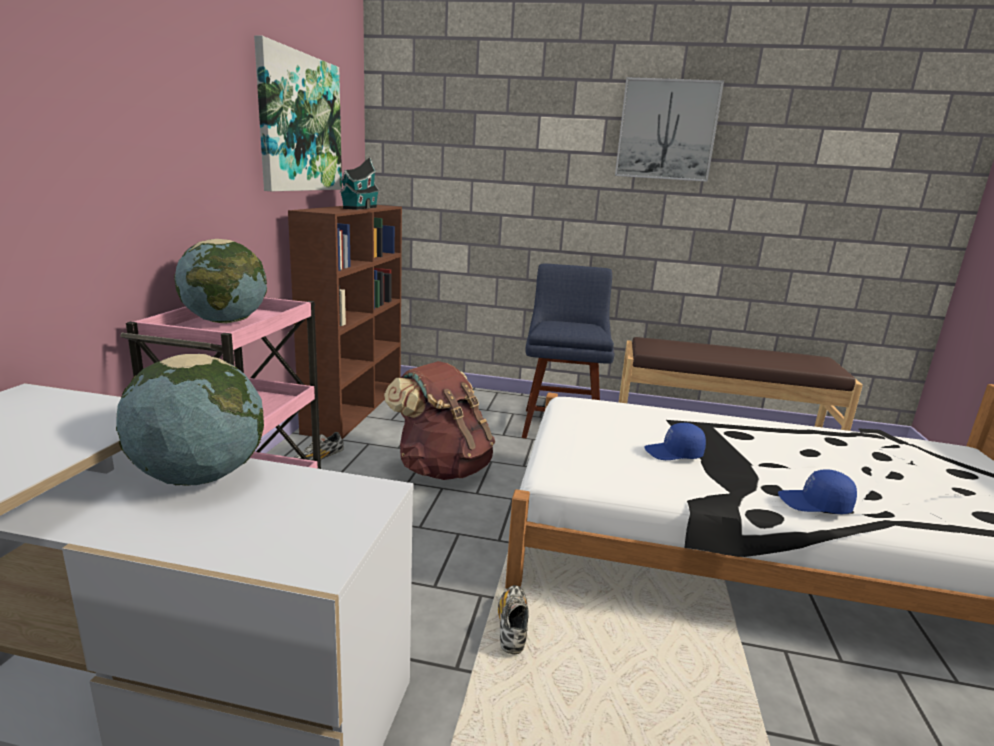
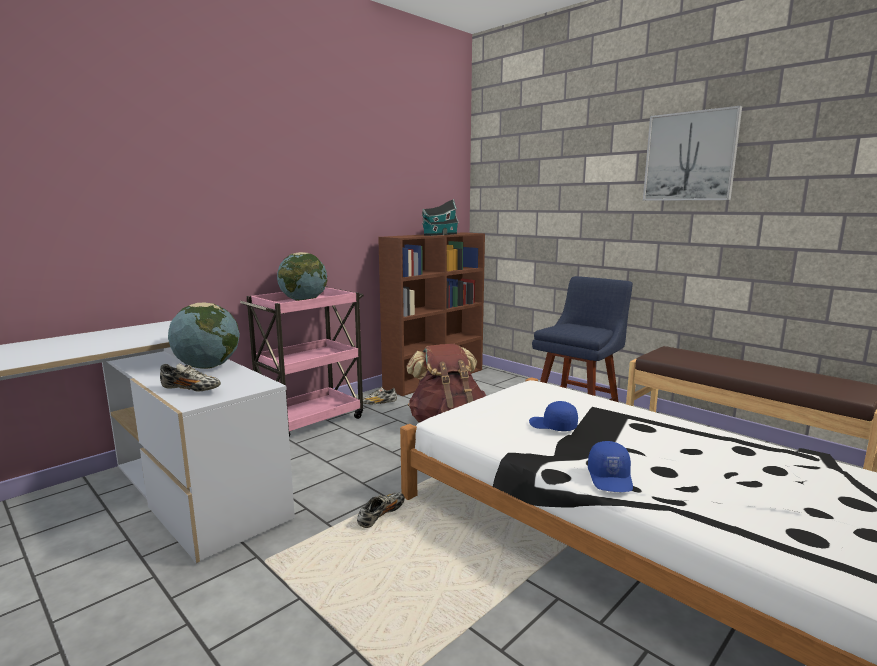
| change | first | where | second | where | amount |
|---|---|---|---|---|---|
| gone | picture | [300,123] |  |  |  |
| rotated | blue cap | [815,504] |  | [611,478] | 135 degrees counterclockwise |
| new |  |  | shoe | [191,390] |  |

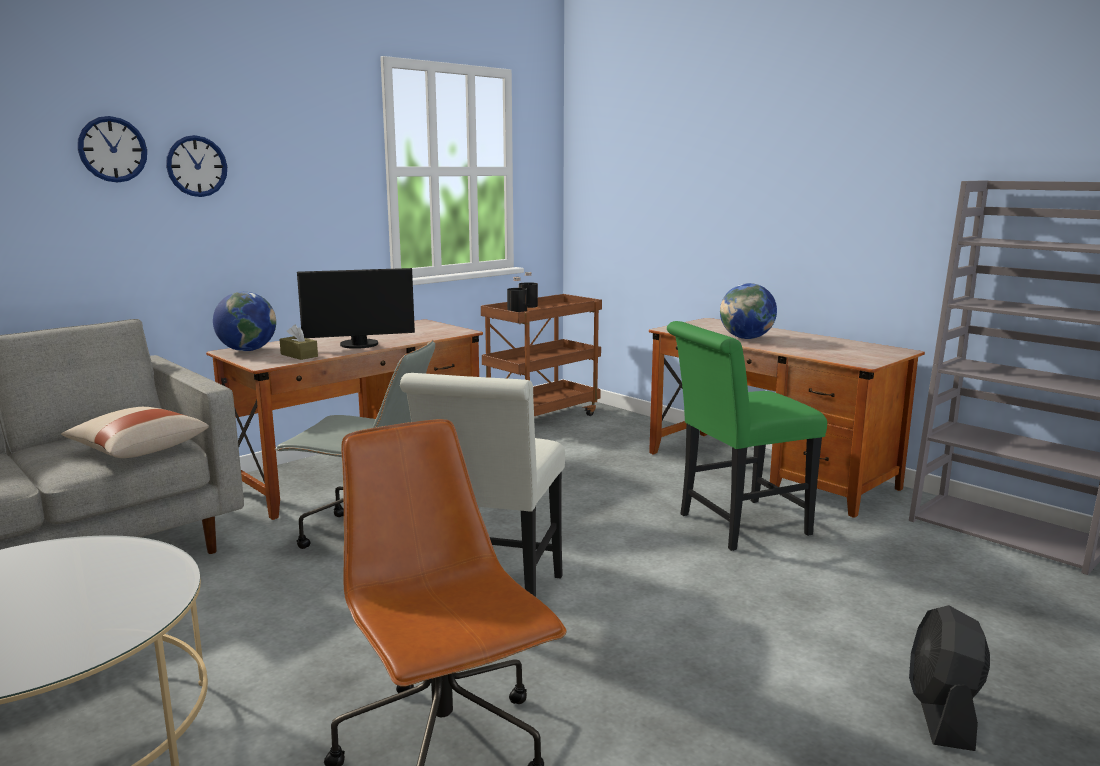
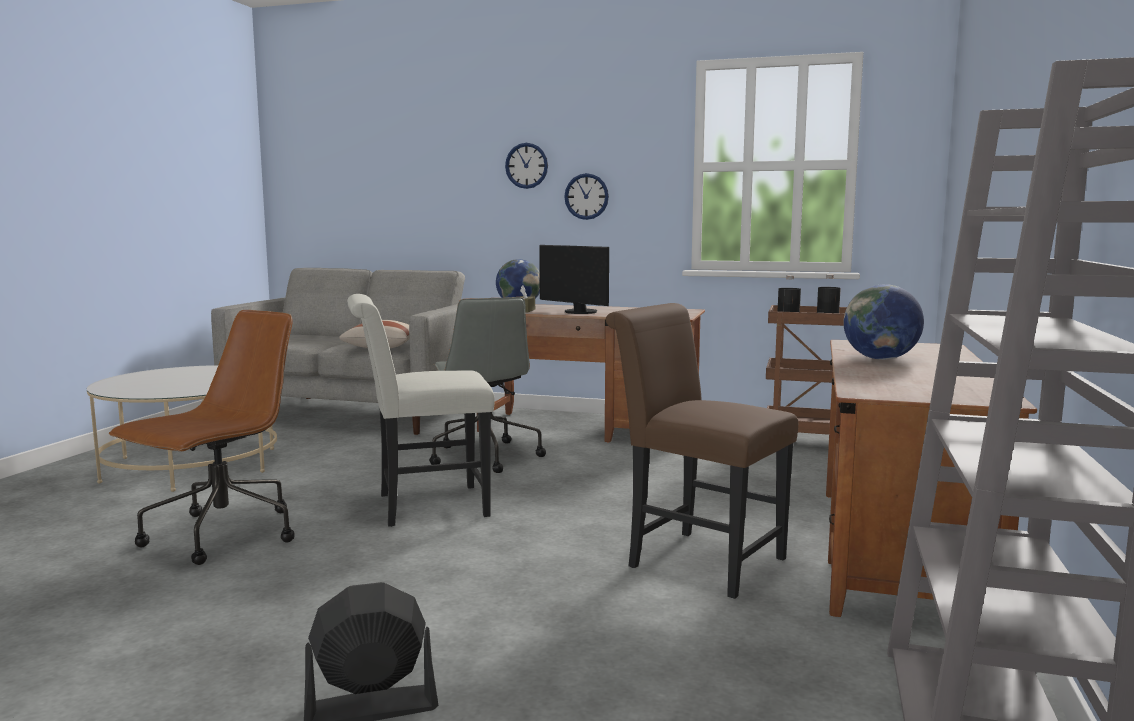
| change | first | where | second | where | amount |
|---|---|---|---|---|---|
| shifted | wall clock | [112,149] |  | [586,196] |  |
| repainted | green chair | [735,526] | brown chair | [696,560] |  |

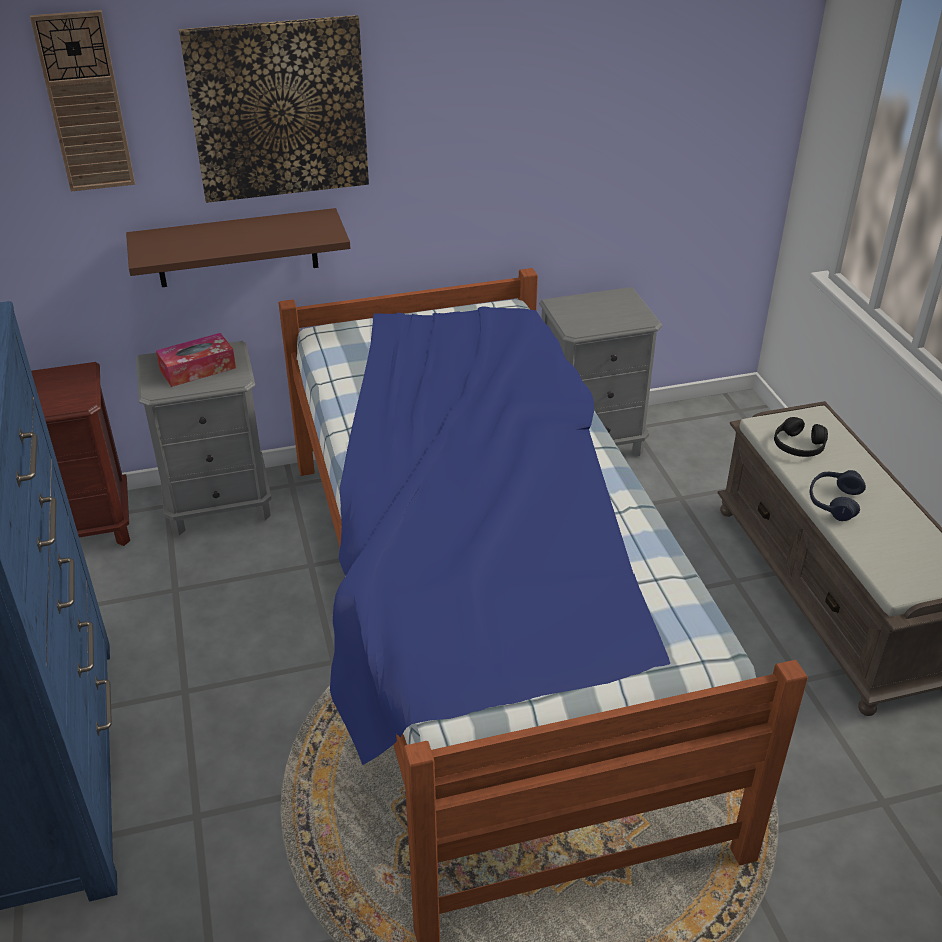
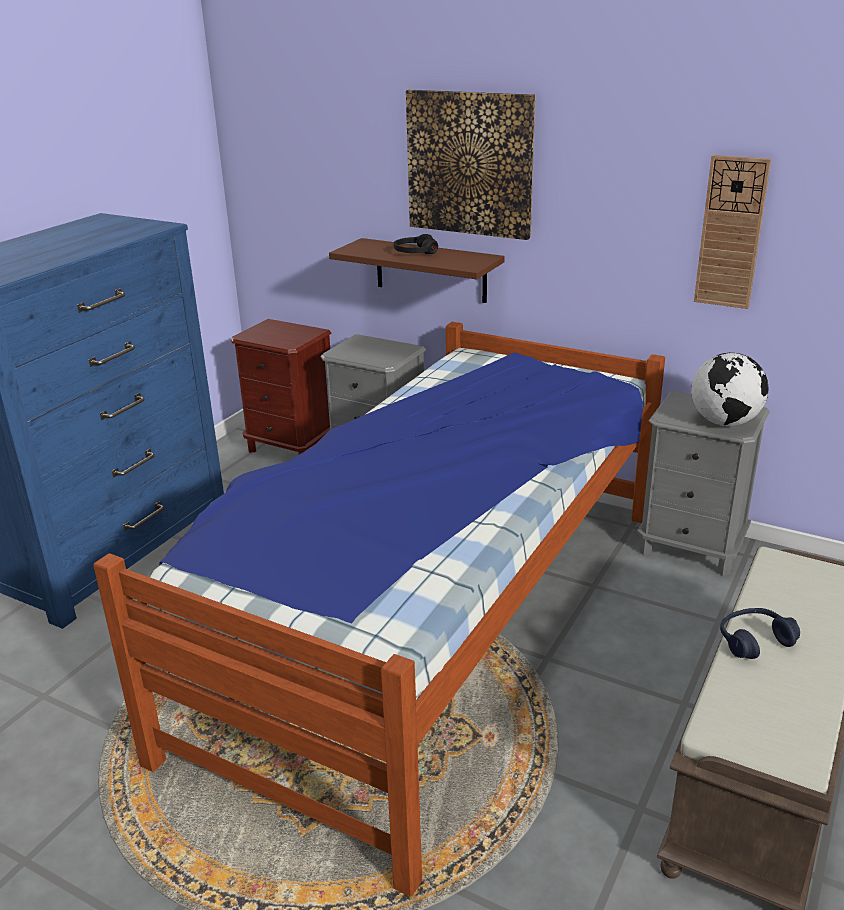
| change | first | where | second | where | amount |
|---|---|---|---|---|---|
| shifted | wall clock | [85,103] |  | [731,233] |  |
| gone | tissue box | [197,369] |  |  |  |
| shifted | black headphones | [798,446] |  | [415,252] |  |
| new |  |  | globe | [724,422] |  |

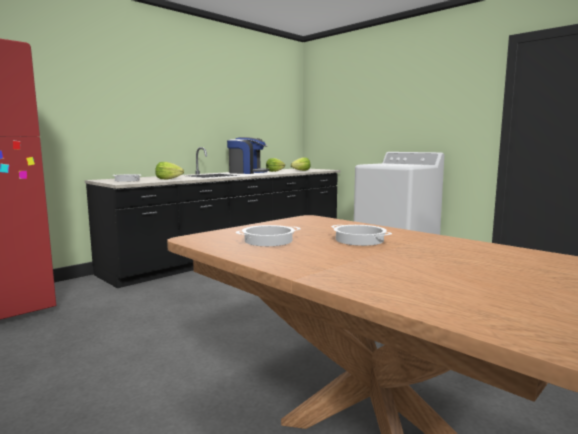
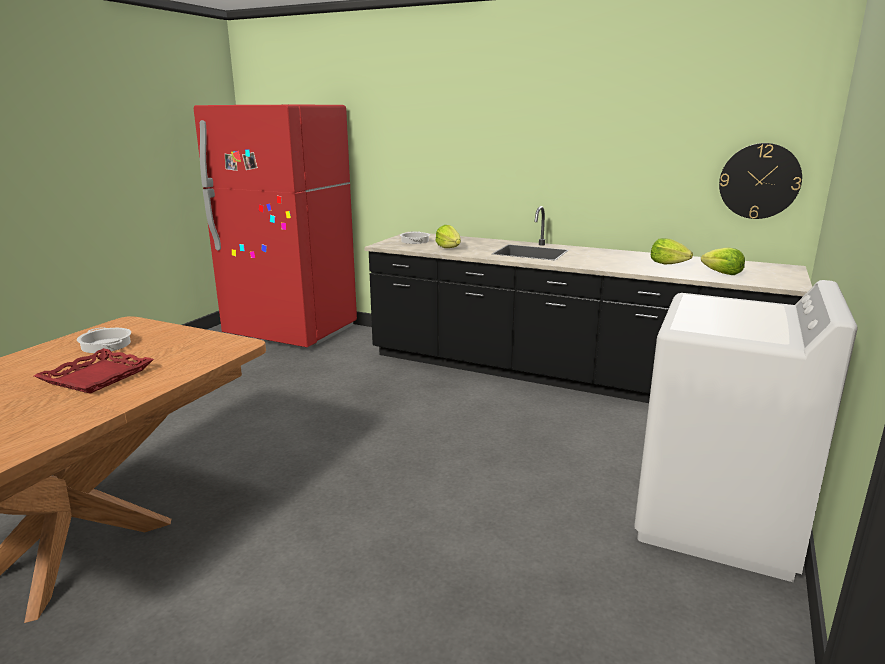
| change | first | where | second | where | amount |
|---|---|---|---|---|---|
| gone | coffee machine | [247,172] |  |  |  |
| swapped | cooking pot | [358,240] | red tray | [97,376] |  |
| new |  |  | wall clock | [759,181] |  |

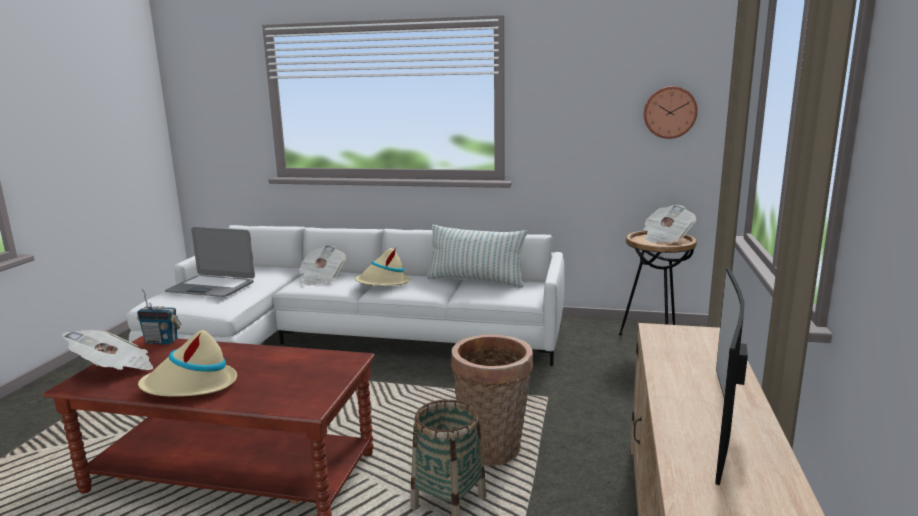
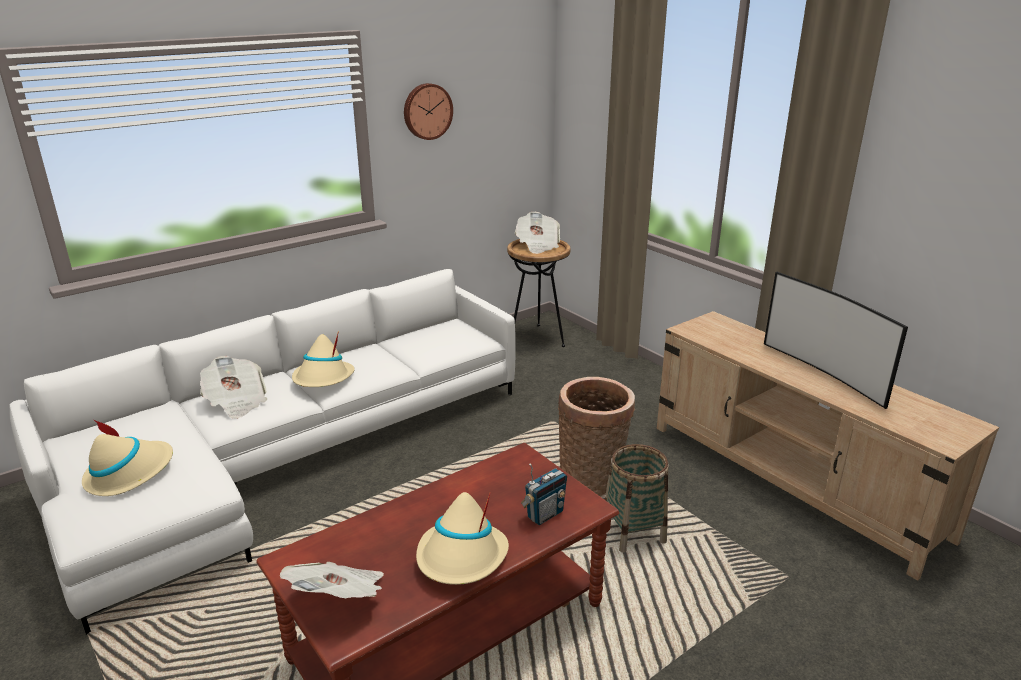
| change | first | where | second | where | amount |
|---|---|---|---|---|---|
| shifted | wall clock | [669,112] |  | [427,111] |  |
| gone | pillow | [475,281] |  |  |  |
| swapped | laptop | [211,287] | beige hat | [129,473] |  |
| shifted | radio | [162,341] |  | [544,514] |  |

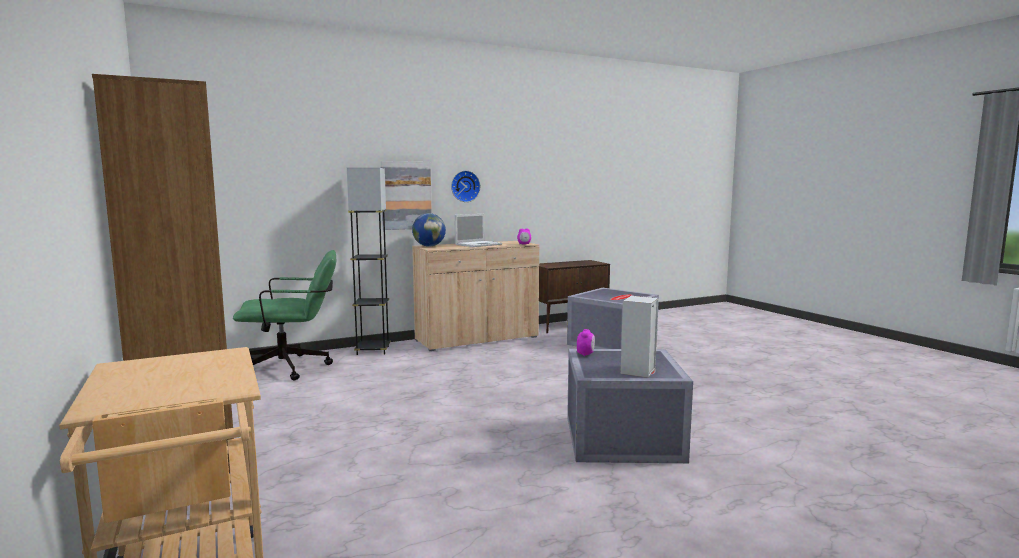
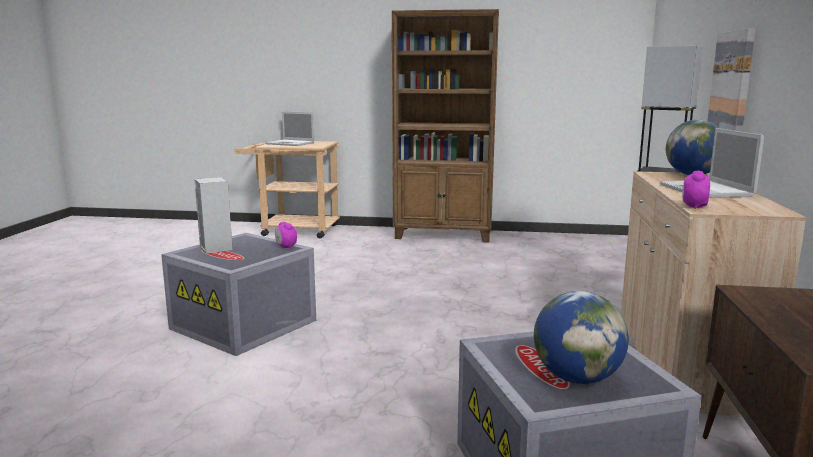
| change | first | where | second | where | amount |
|---|---|---|---|---|---|
| gone | wall clock | [464,186] |  |  |  |
| gone | green office chair | [293,368] |  |  |  |
| new |  |  | laptop | [291,143] |  |
| new |  |  | globe | [576,378] |  |

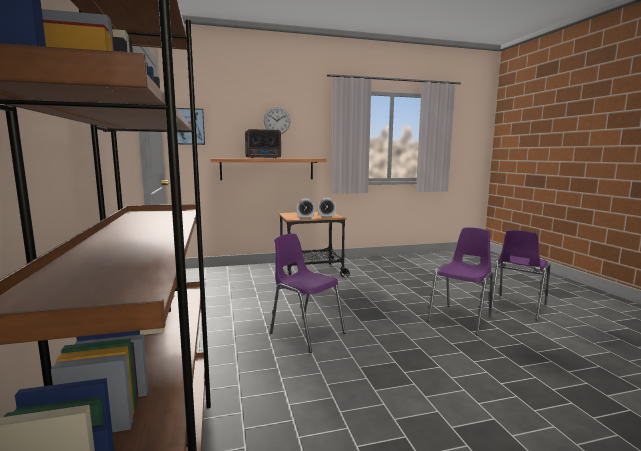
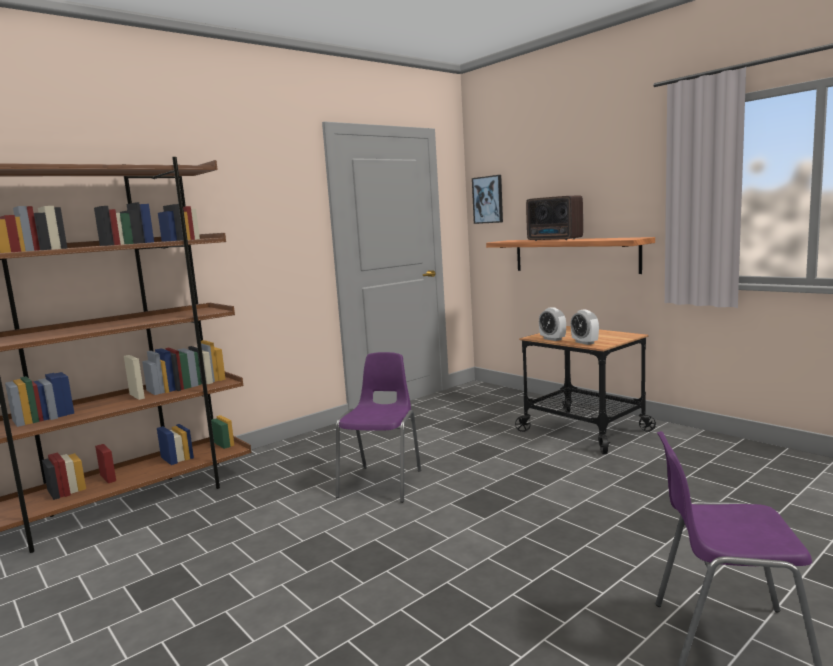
| change | first | where | second | where | amount |
|---|---|---|---|---|---|
| gone | wall clock | [277,120] |  |  |  |
| gone | purple chair | [461,319] |  |  |  |

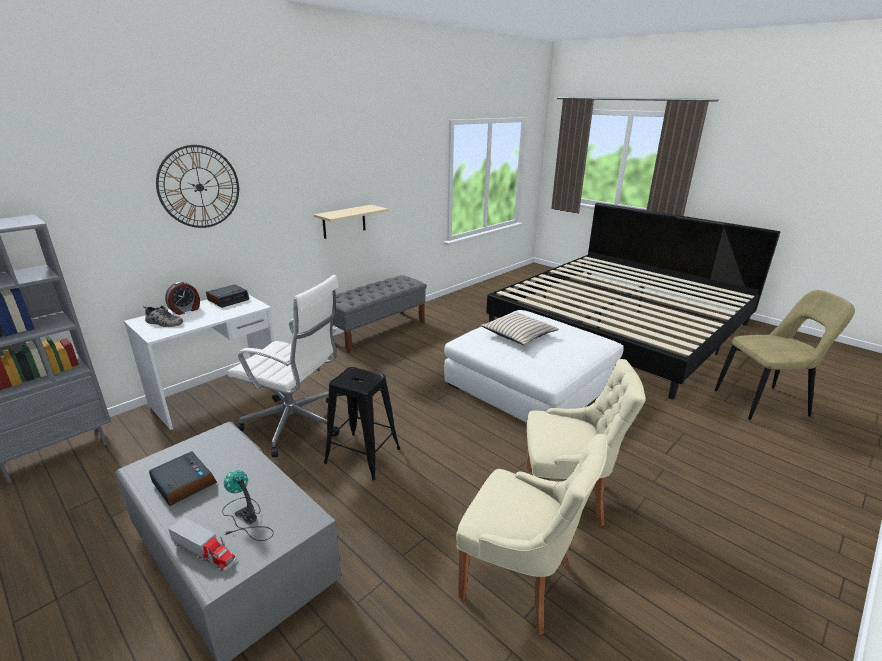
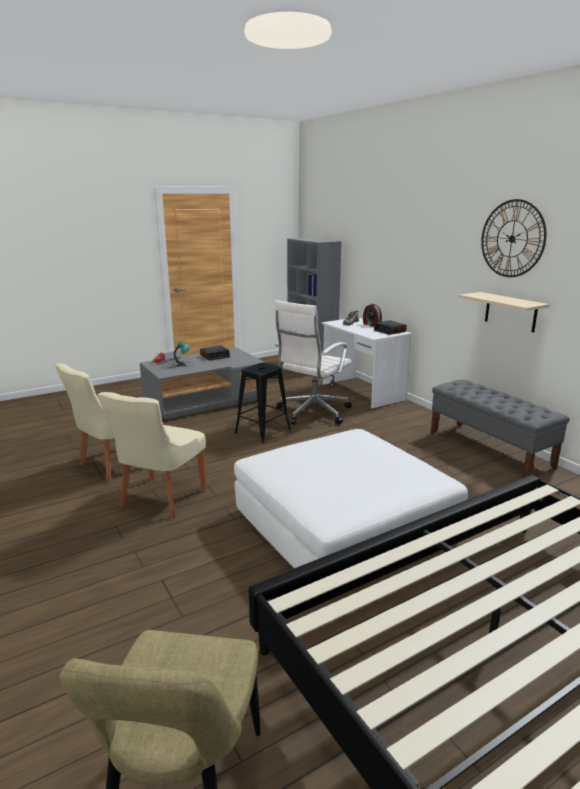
| change | first | where | second | where | amount |
|---|---|---|---|---|---|
| shifted | wall clock | [199,187] |  | [512,239] |  |
| gone | beige pillow | [518,335] |  |  |  |

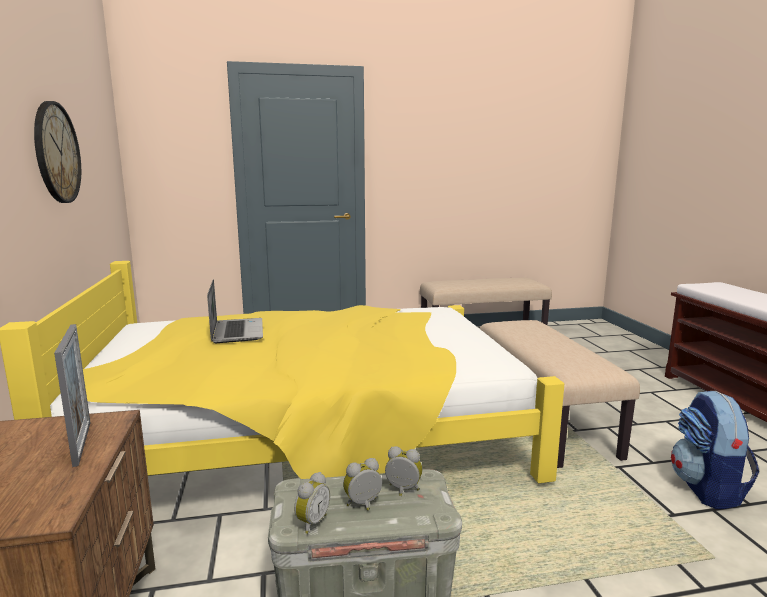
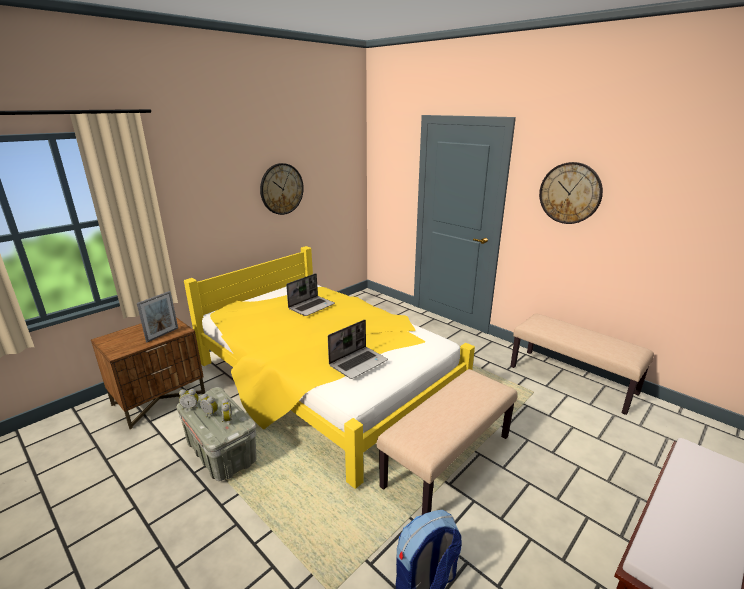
| change | first | where | second | where | amount |
|---|---|---|---|---|---|
| new |  |  | wall clock | [570,193] |  |
| new |  |  | laptop | [358,363] |  |

